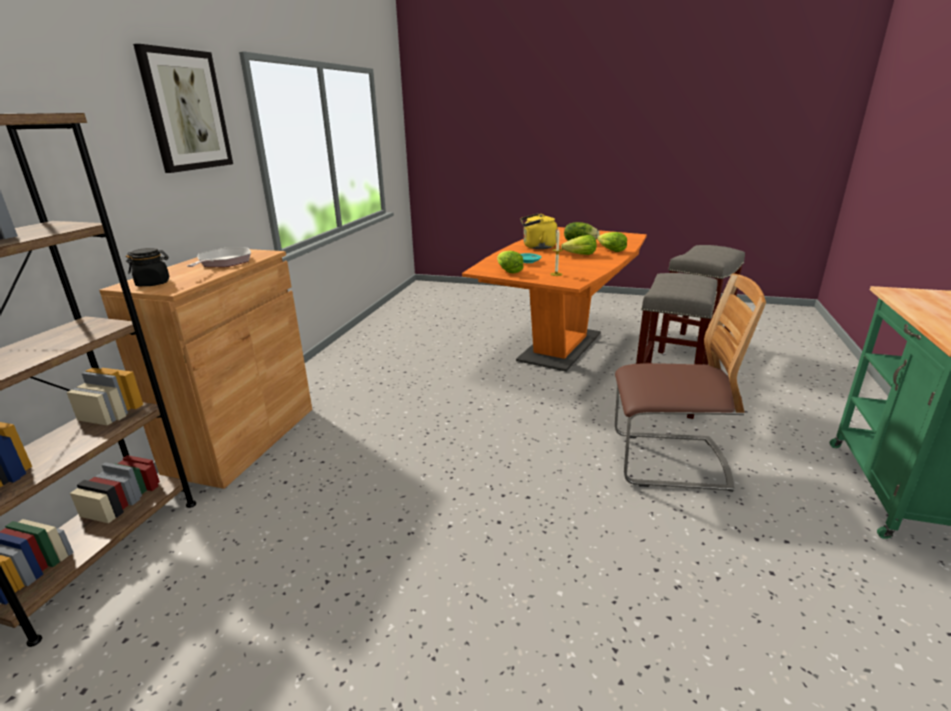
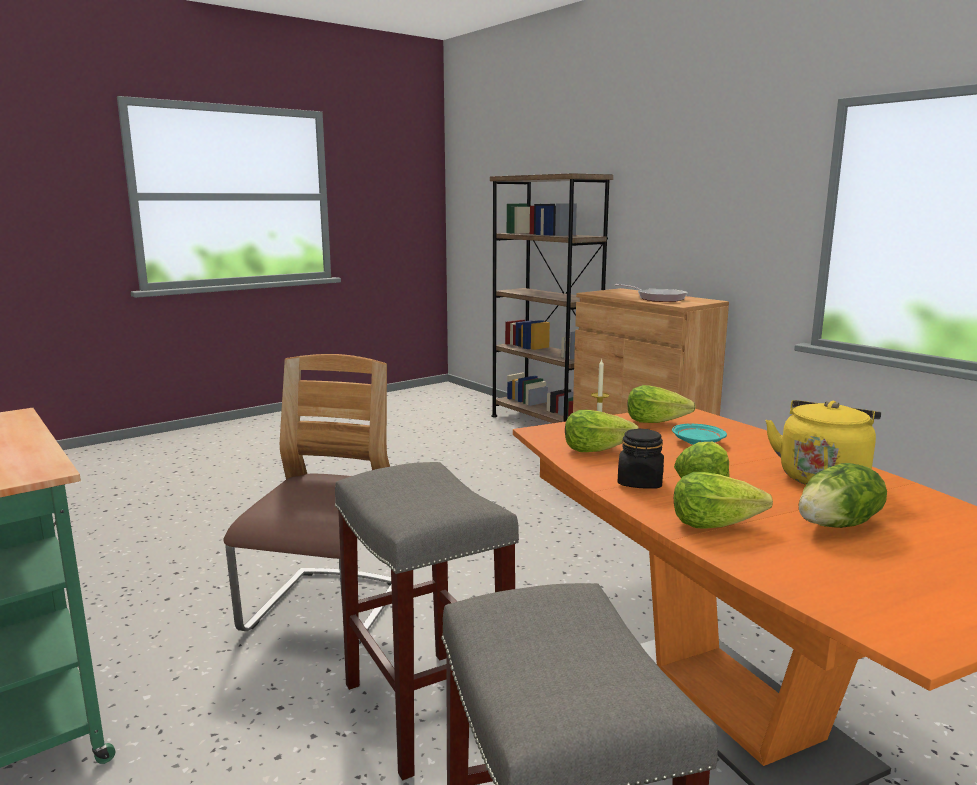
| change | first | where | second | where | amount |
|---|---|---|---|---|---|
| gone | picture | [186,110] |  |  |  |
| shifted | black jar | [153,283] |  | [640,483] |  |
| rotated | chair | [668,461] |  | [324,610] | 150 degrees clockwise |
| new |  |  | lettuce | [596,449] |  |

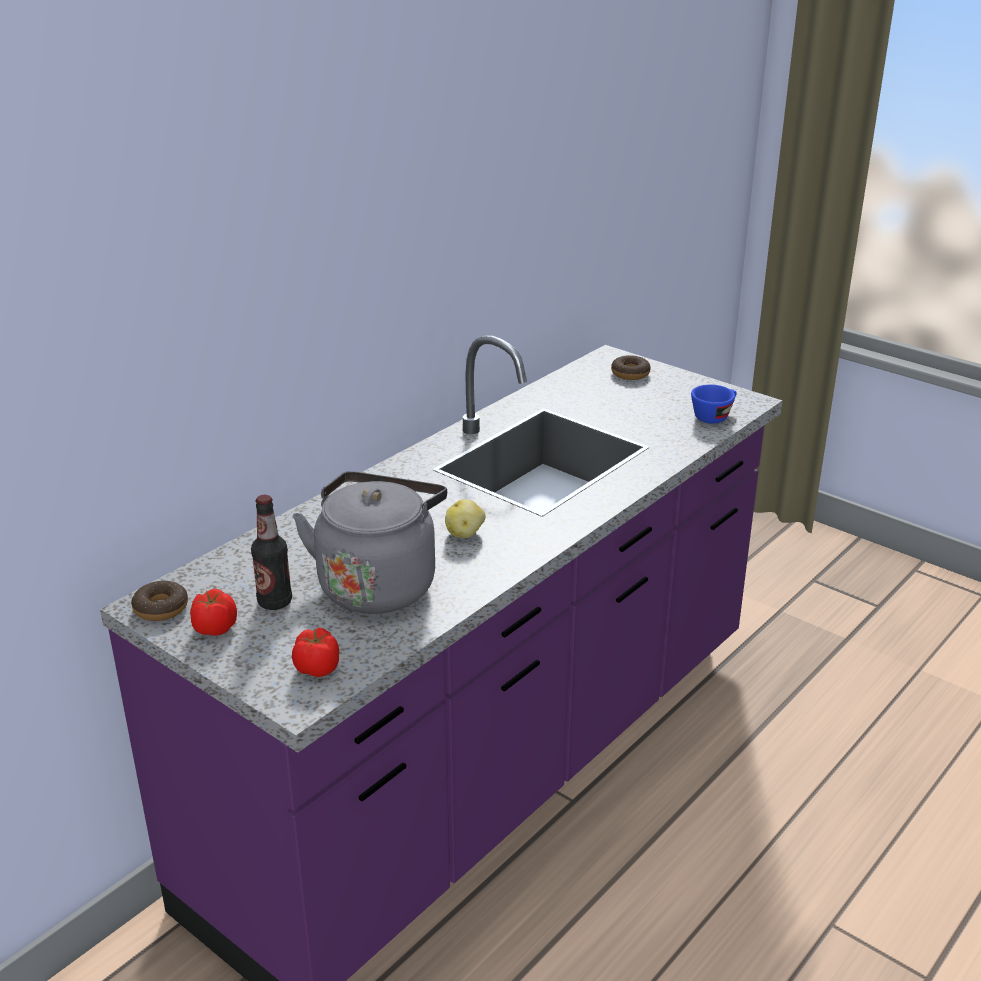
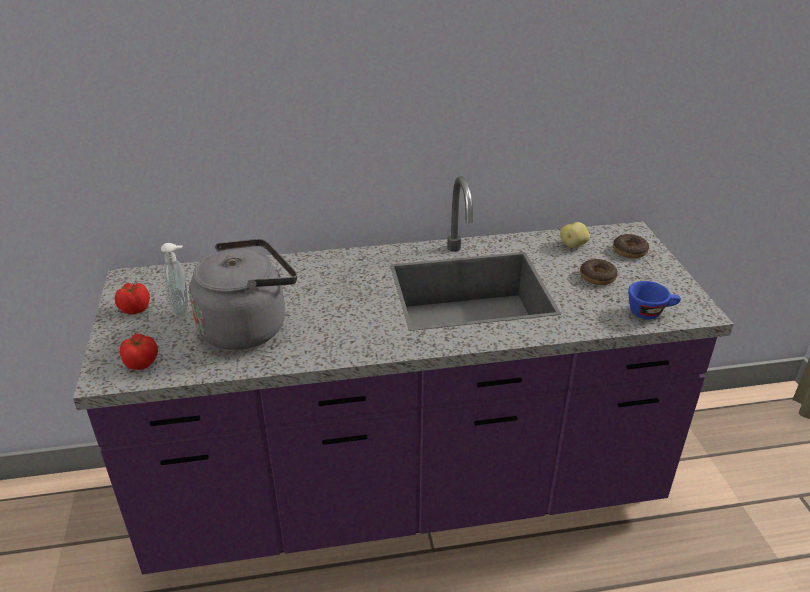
| change | first | where | second | where | amount |
|---|---|---|---|---|---|
| swapped | bottle | [275,602] | soap dispenser | [183,309] |  |
| shifted | potato | [465,533] |  | [573,245] |  |
| shifted | donut | [161,608] |  | [597,277] |  |

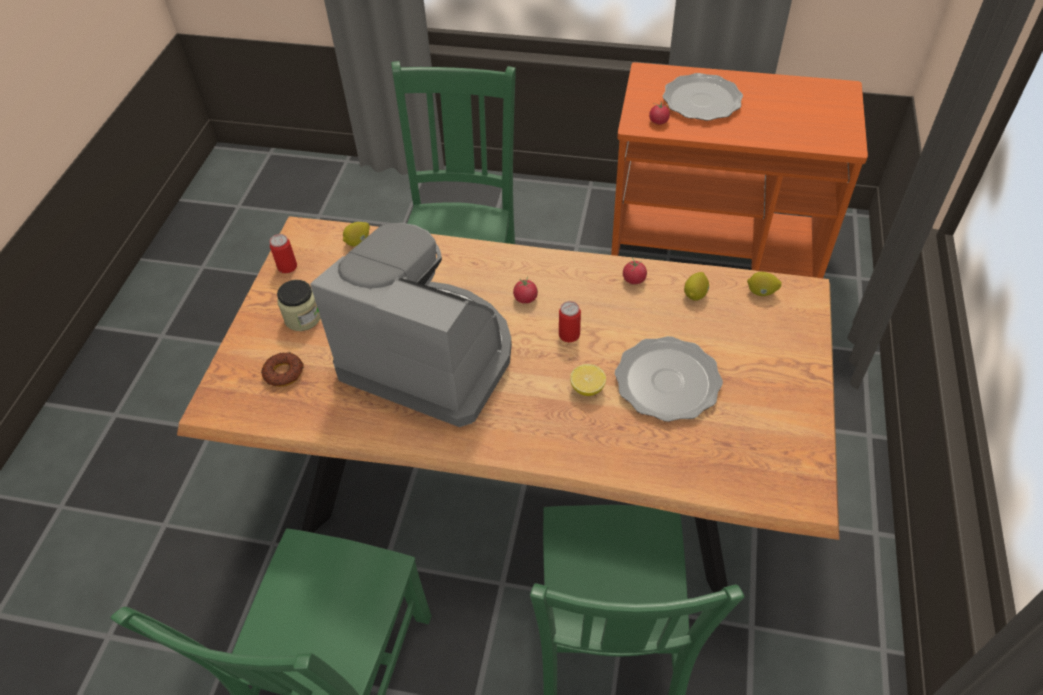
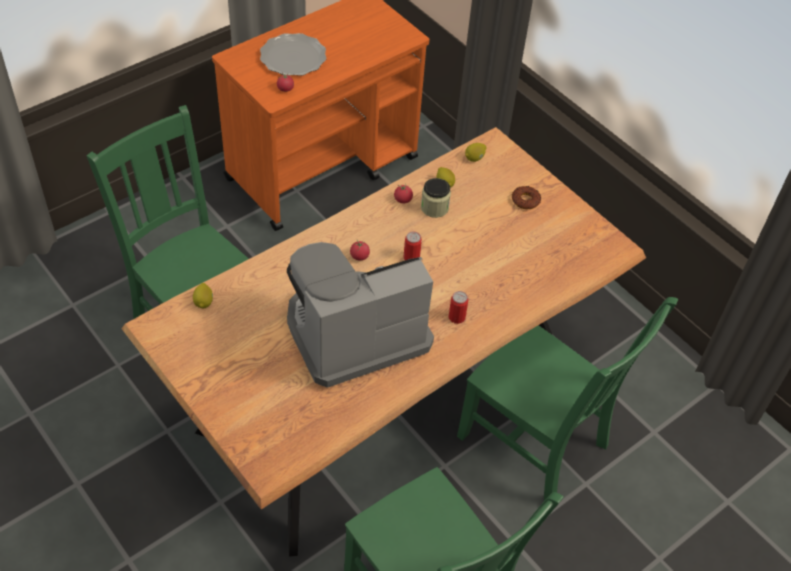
| change | first | where | second | where | amount |
|---|---|---|---|---|---|
| shifted | can | [287,267] |  | [456,317] |  |
| shifted | jar | [303,318] |  | [434,208] |  |
| gone | plate | [668,382] |  |  |  |
| shifted | donut | [284,373] |  | [525,200] |  |
| gone | lemon | [587,388] |  |  |  |

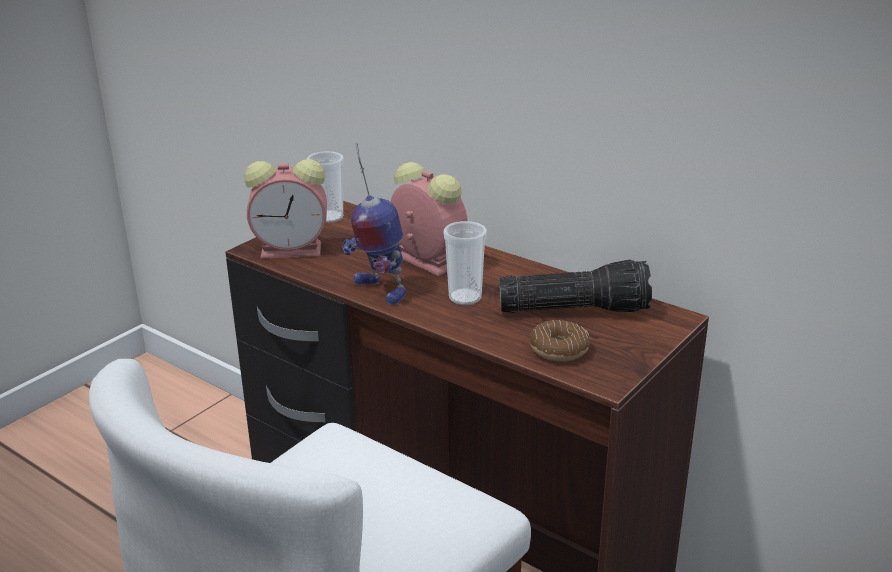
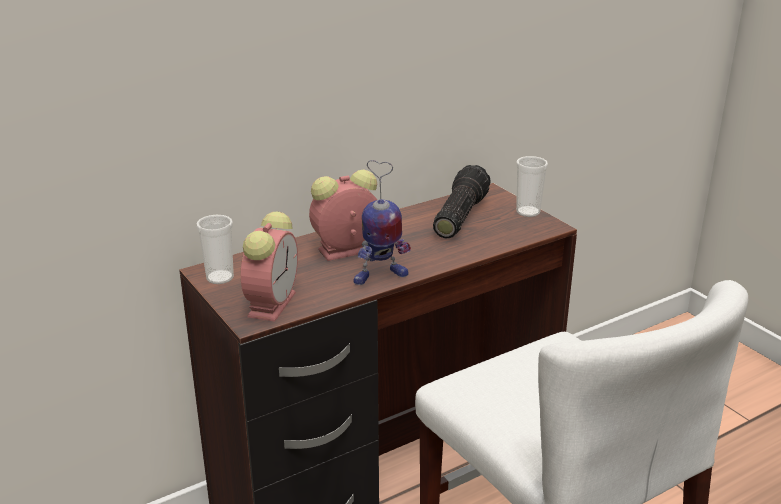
| change | first | where | second | where | amount |
|---|---|---|---|---|---|
| shifted | cup | [465,298] |  | [528,212] |  |
| gone | donut | [559,349] |  |  |  |

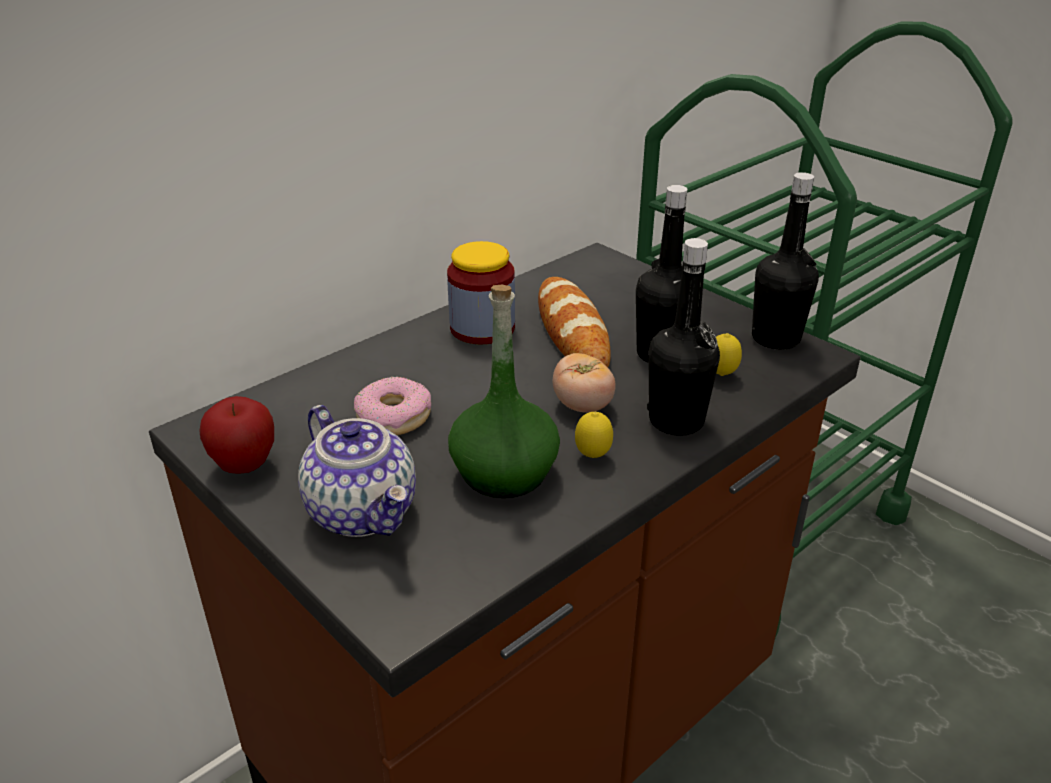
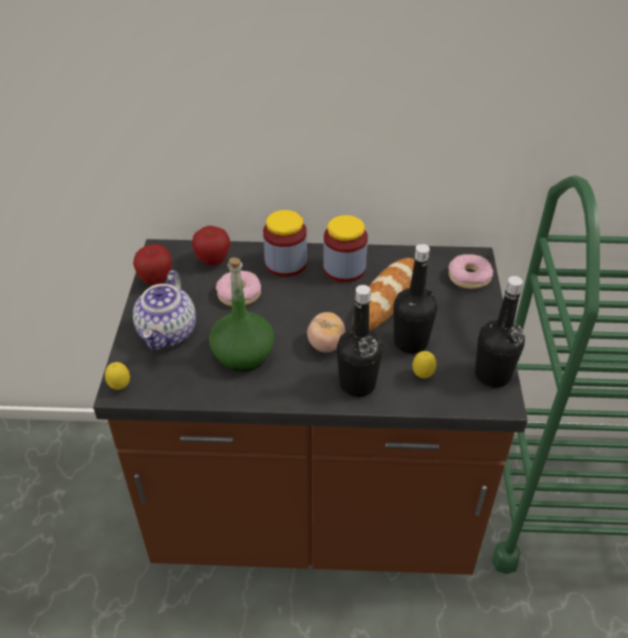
| change | first | where | second | where | amount |
|---|---|---|---|---|---|
| shifted | lemon | [592,457] |  | [120,387] |  |
| new |  |  | jar | [286,263] |  |
| new |  |  | apple | [213,261] |  |
| new |  |  | donut | [469,277] |  |

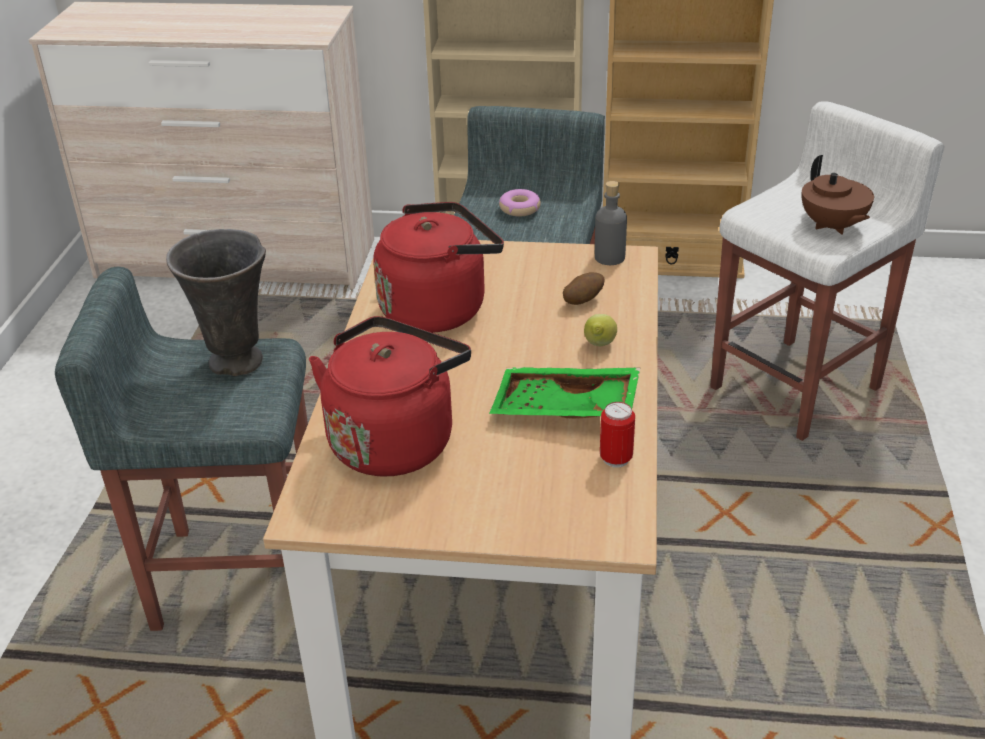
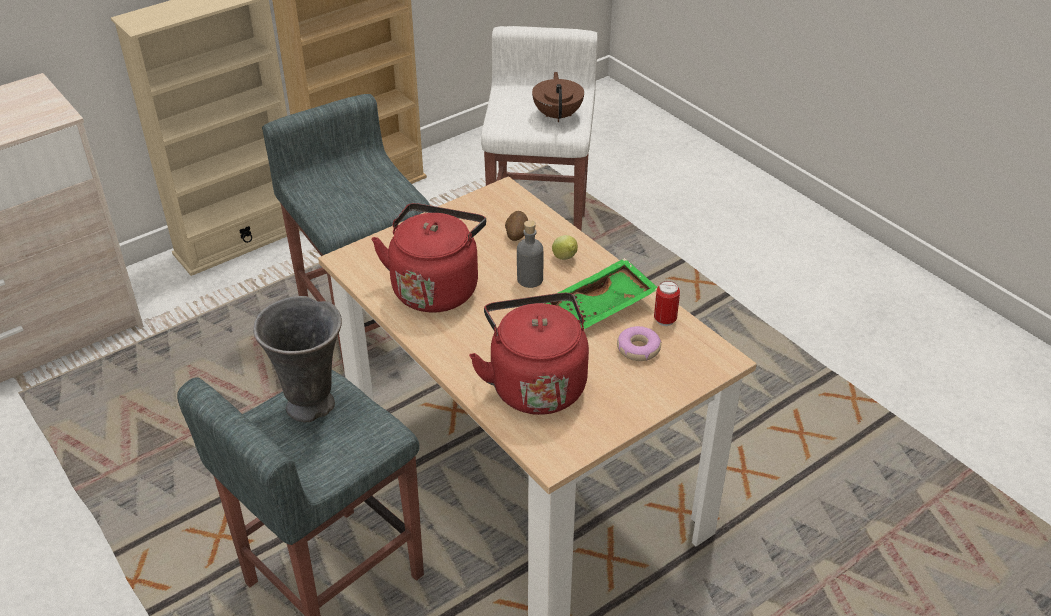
| change | first | where | second | where | amount |
|---|---|---|---|---|---|
| rotated | brown teapot | [832,226] |  | [558,115] | 120 degrees counterclockwise |
| shifted | grey bottle | [609,257] |  | [530,279] |  |
| shifted | donut | [519,208] |  | [638,349] |  |

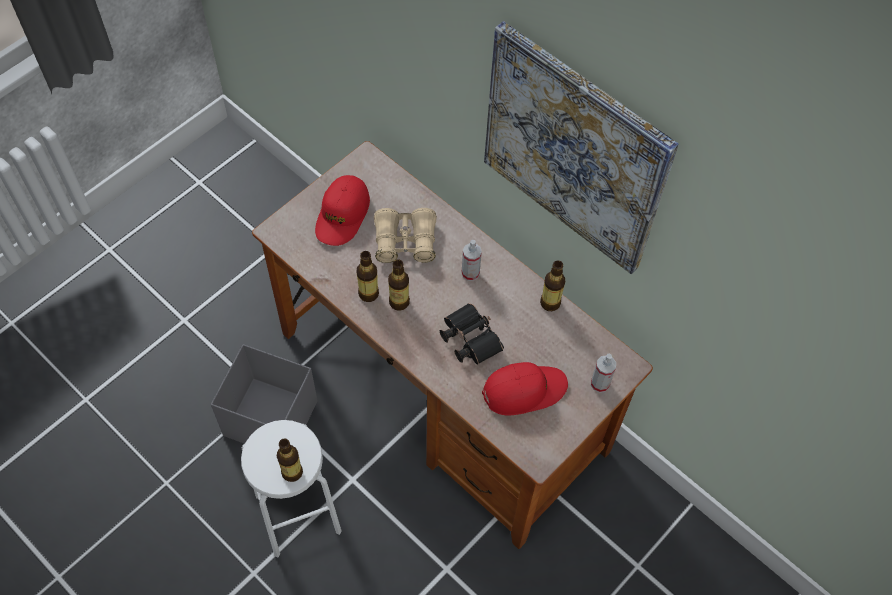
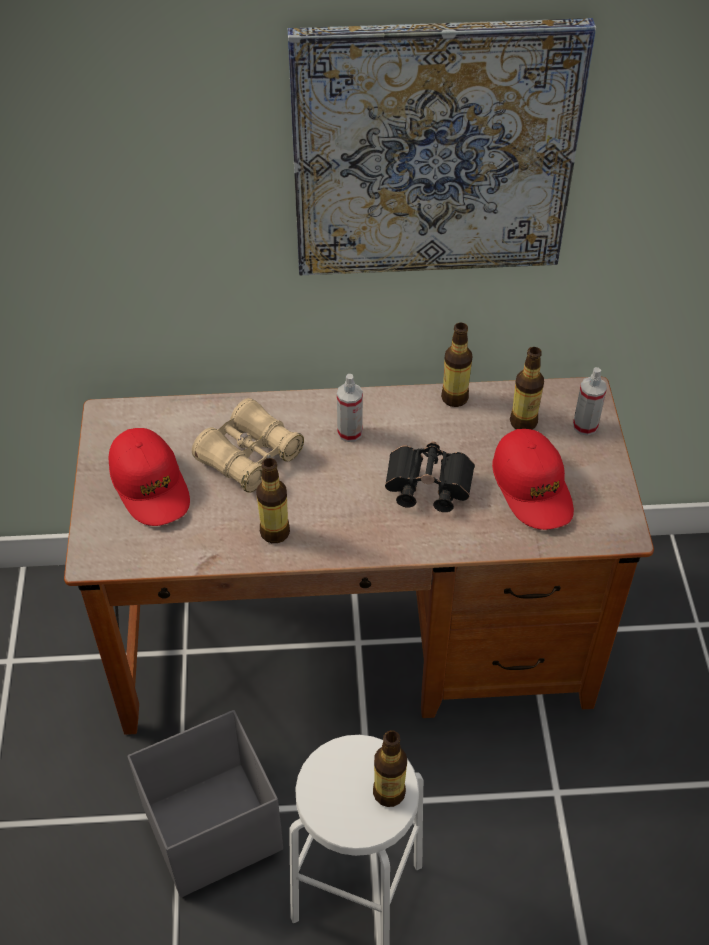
| change | first | where | second | where | amount |
|---|---|---|---|---|---|
| shifted | bottle | [399,302] |  | [523,422] |  |
| rotated | red cap | [524,390] |  | [533,487] | 135 degrees clockwise |

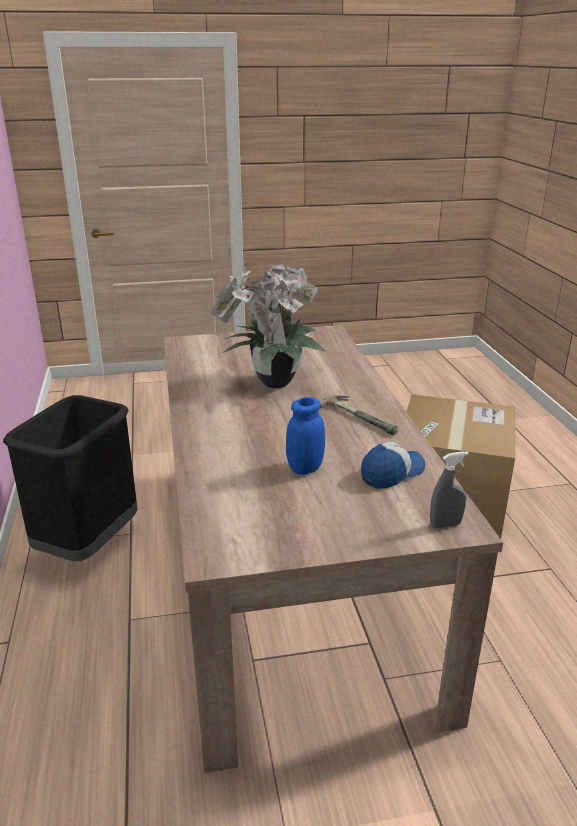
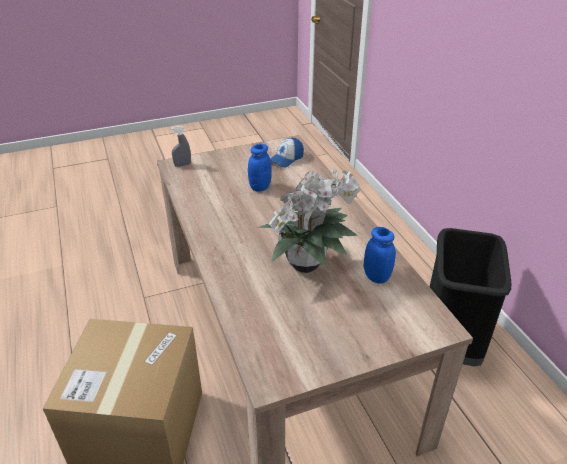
| change | first | where | second | where | amount |
|---|---|---|---|---|---|
| gone | hammer | [361,416] |  |  |  |
| shifted | cap | [392,473] |  | [286,159] |  |
| new |  |  | blue jar | [376,277] |  |

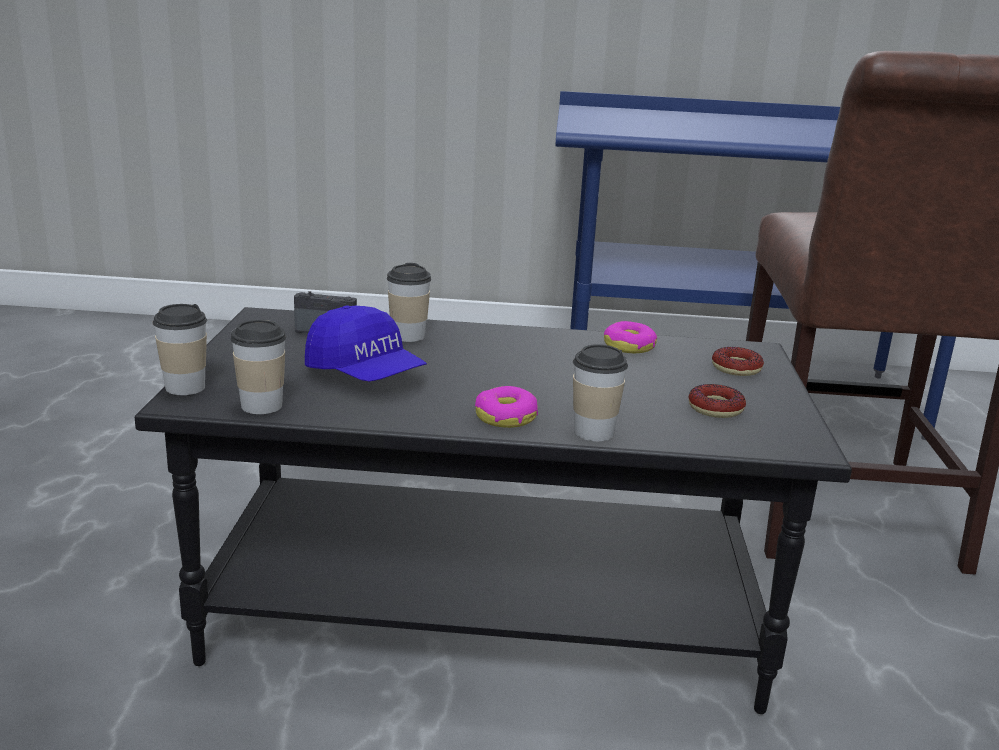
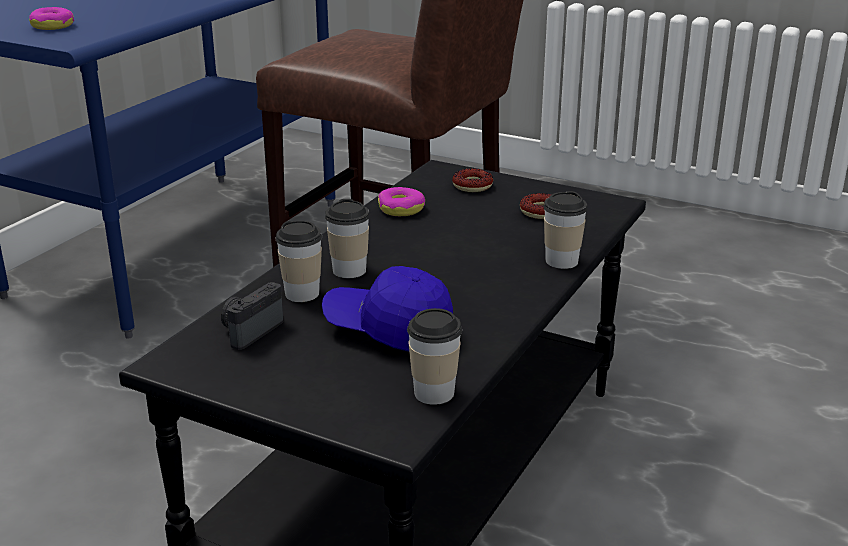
| change | first | where | second | where | amount |
|---|---|---|---|---|---|
| shifted | cup | [185,387] |  | [349,271] |  |
| rotated | blue cap | [365,375] |  | [389,330] | 135 degrees counterclockwise |
| shifted | donut | [505,417] |  | [53,26] |  |

